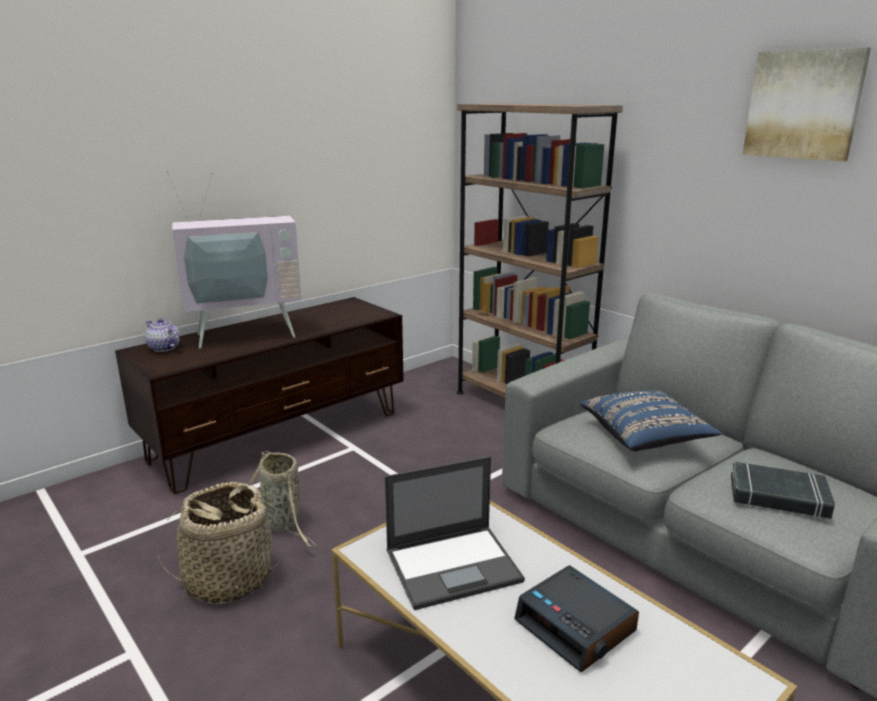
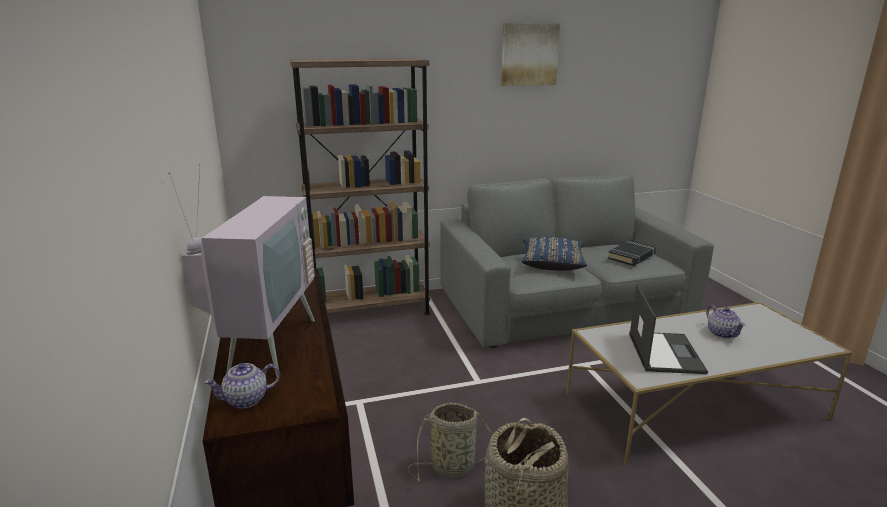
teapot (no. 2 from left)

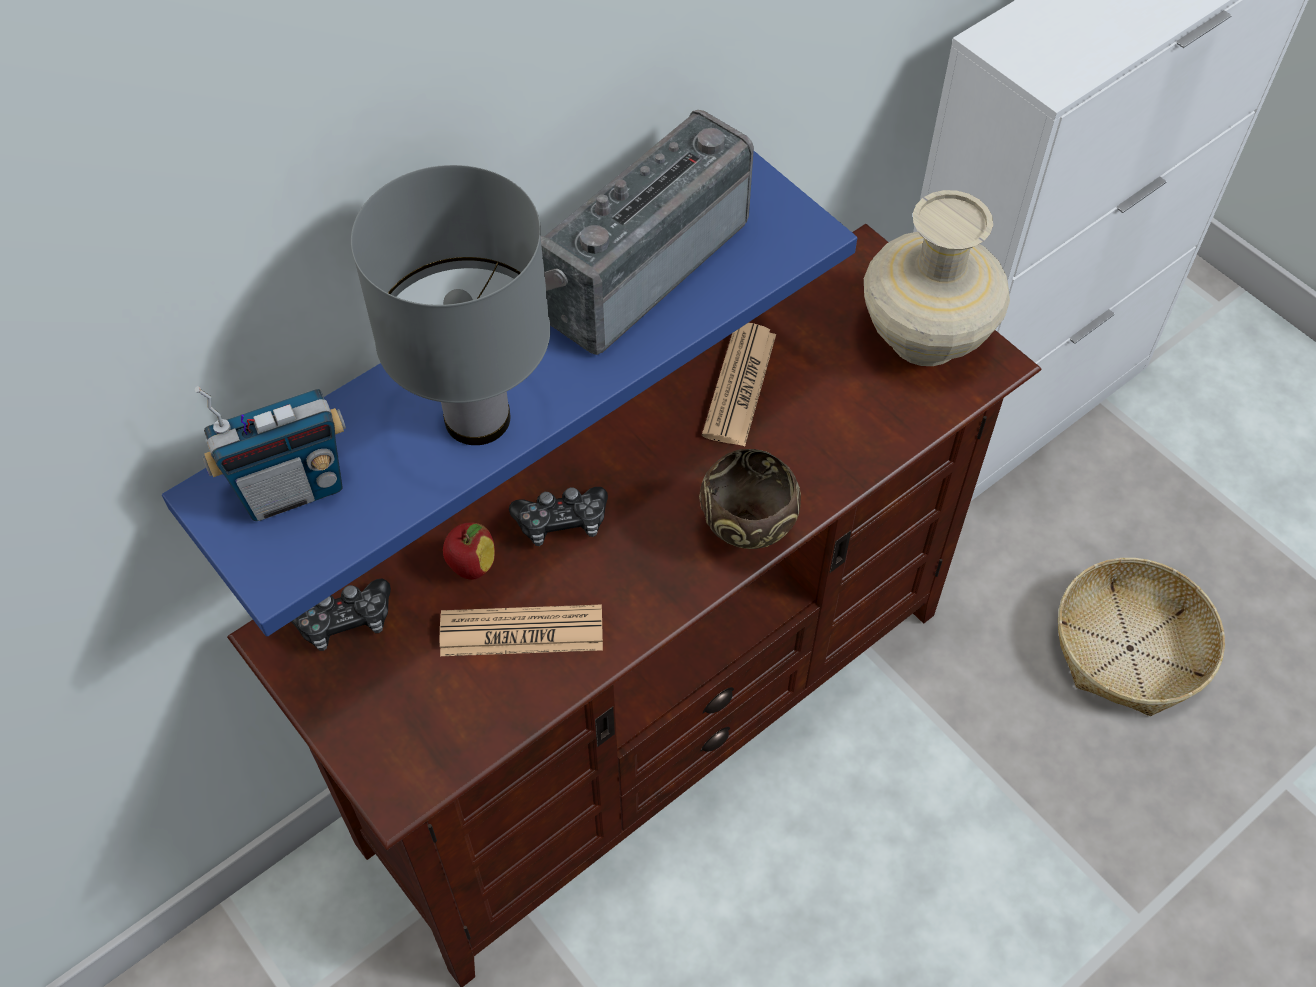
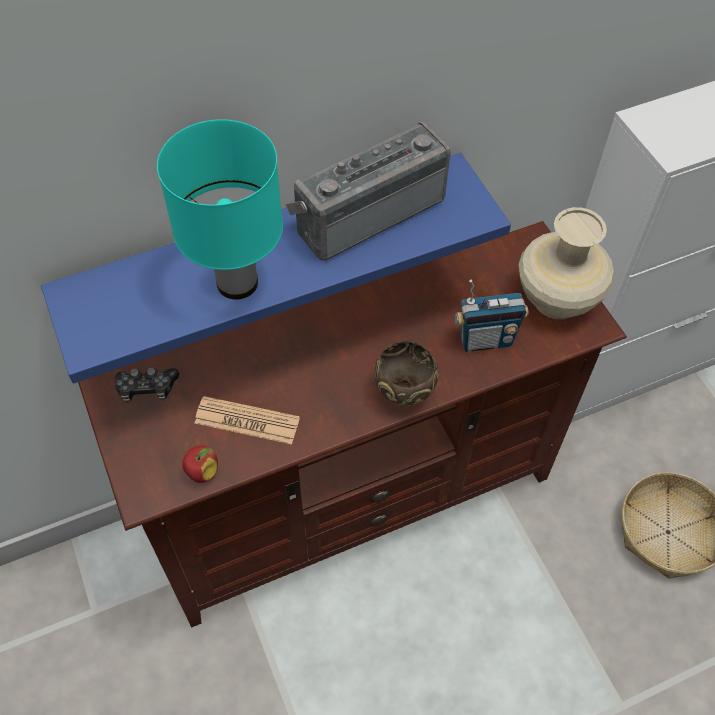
table lamp/turquoise; newspaper (no. 2 from left in the first image); radio (no. 2 from left); game controller (no. 2 from left in the first image); apple

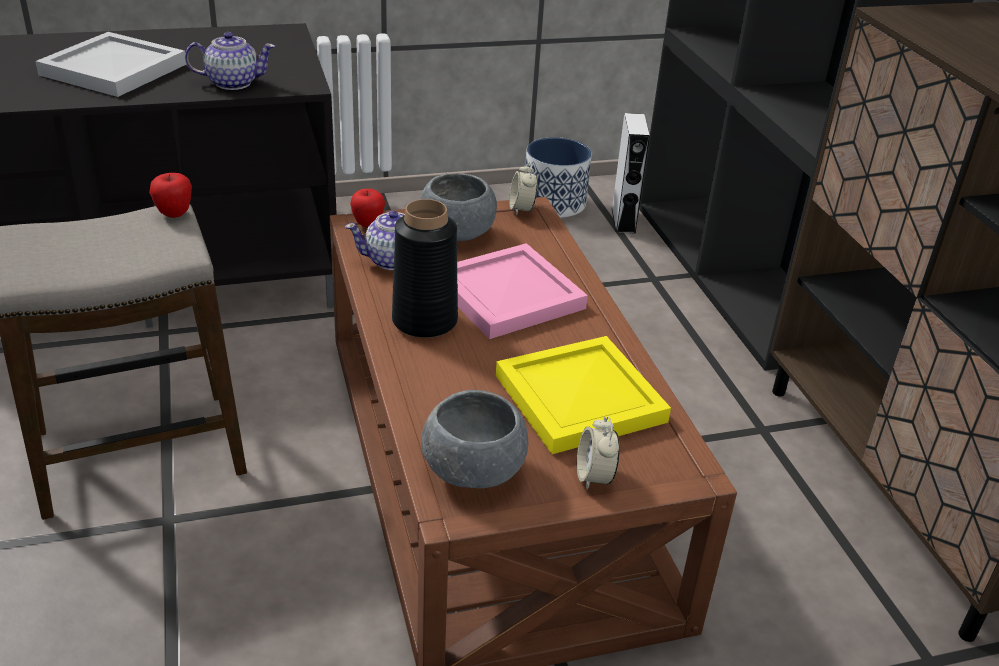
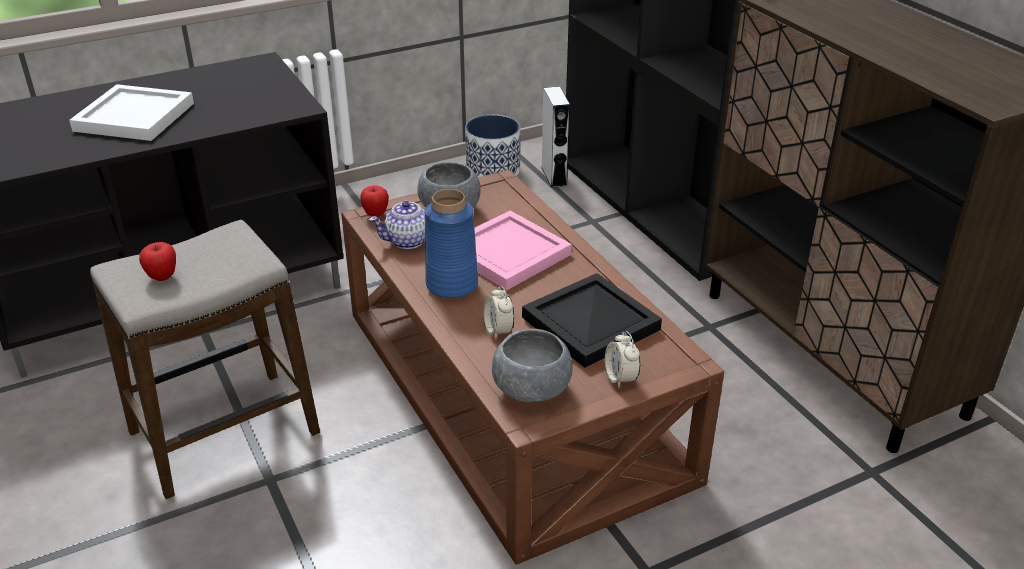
teapot (no. 1 from left in the first image); alarm clock (no. 1 from left); apple (no. 1 from left); vase/blue; tray/black

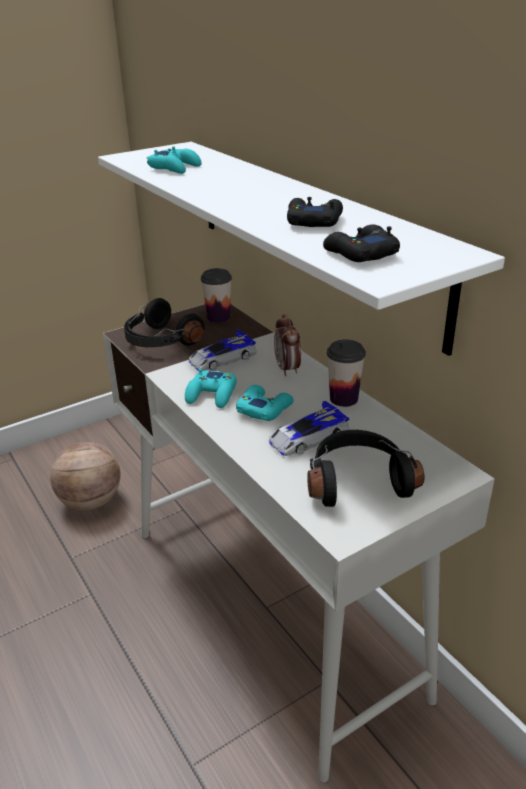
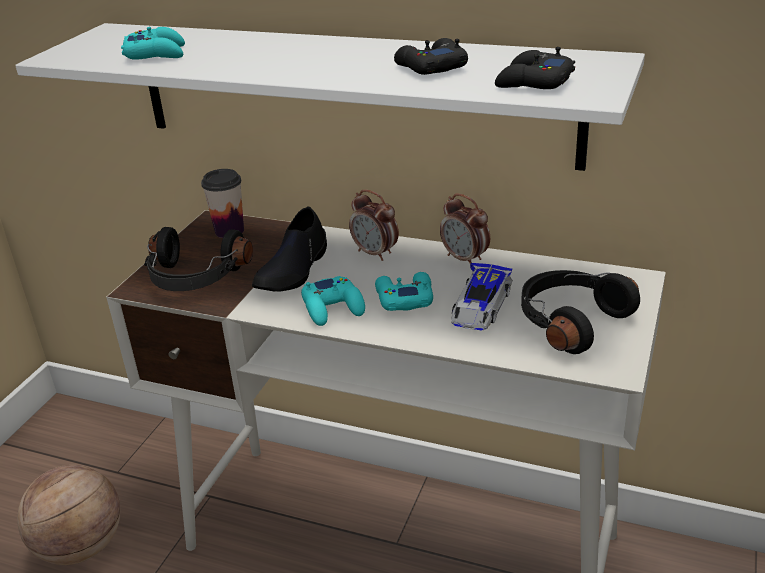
shoe/black; alarm clock (no. 2 from left)

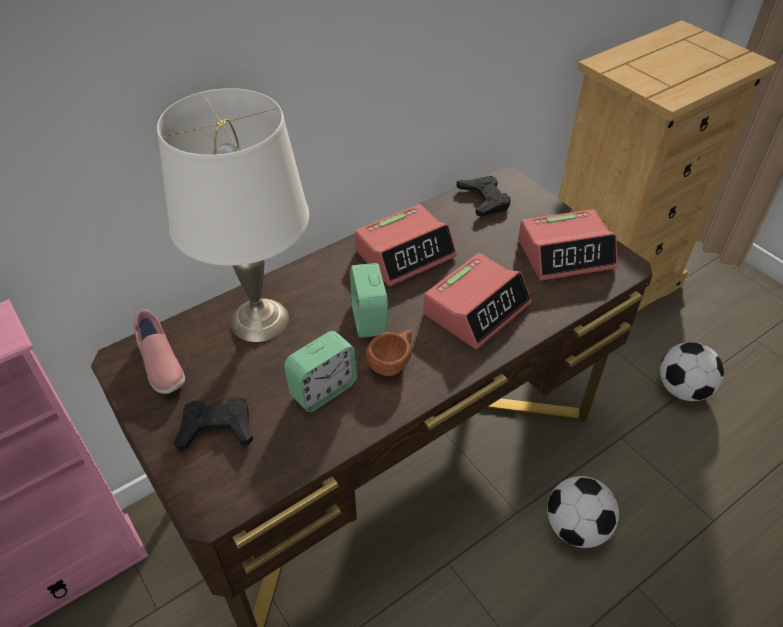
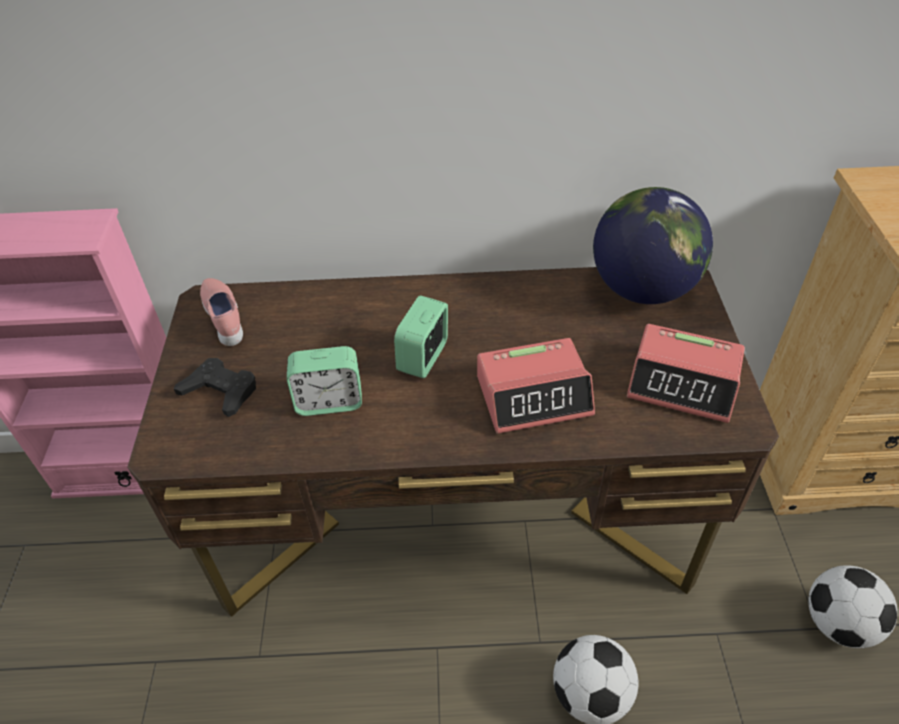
table lamp/white; globe; alarm clock (no. 3 from left in the first image); shoe/pink; cup/brown

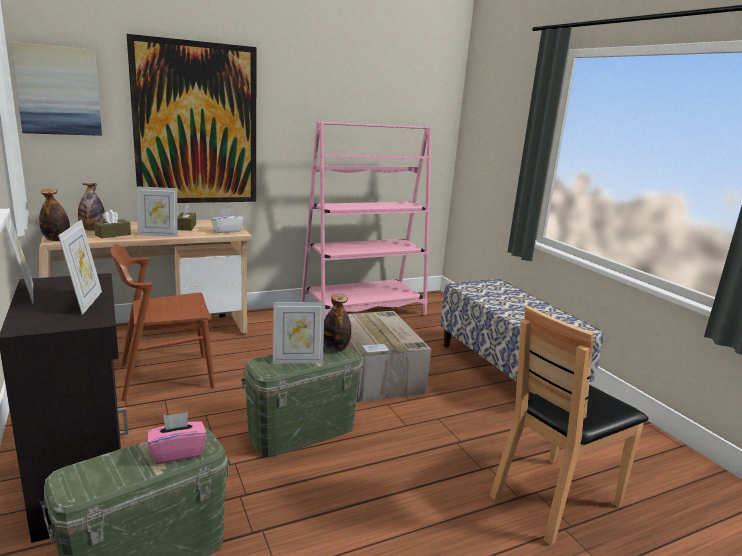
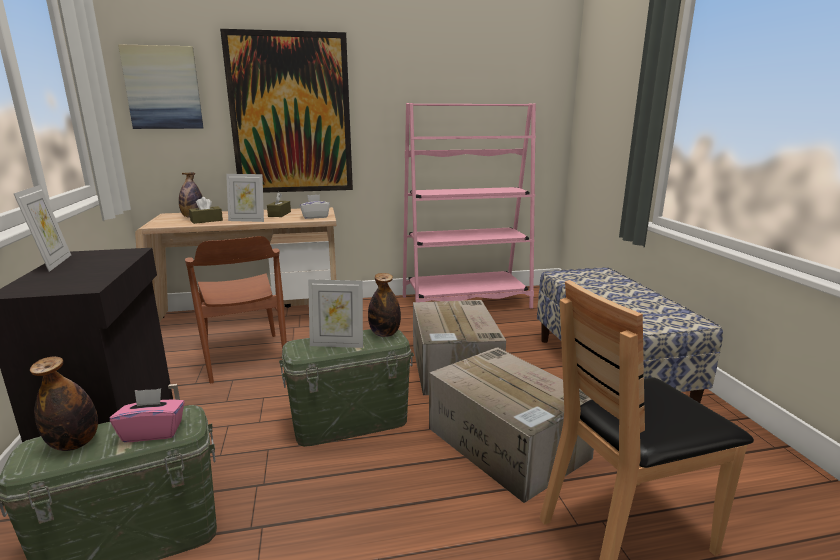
bottle (no. 1 from left); picture frame (no. 2 from left in the first image); chair/brown (no. 1 from left); cardboard box (no. 2 from left)

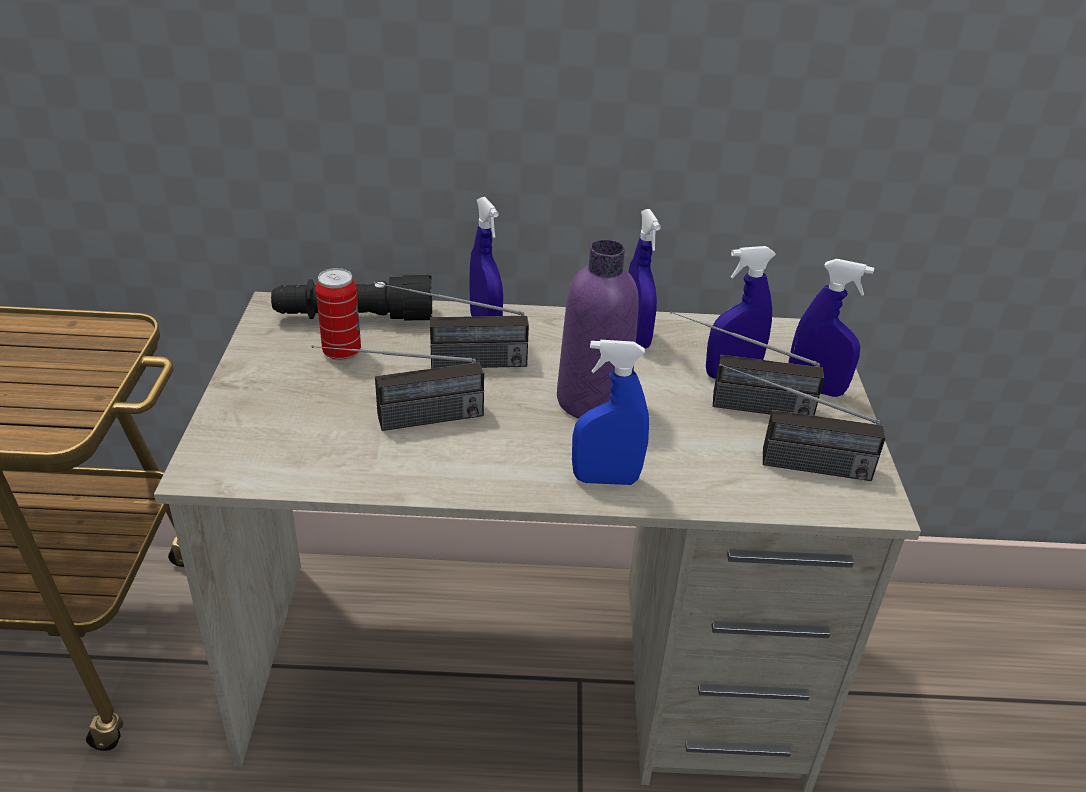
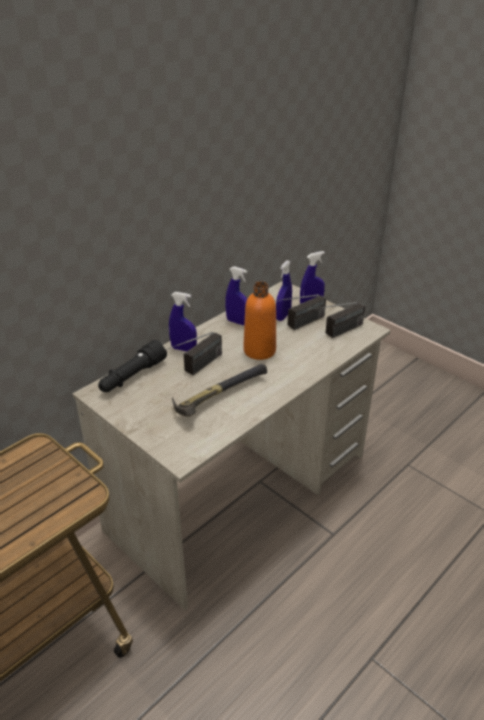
bottle/orange; can; spray bottle/blue (no. 2 from left in the first image); hammer

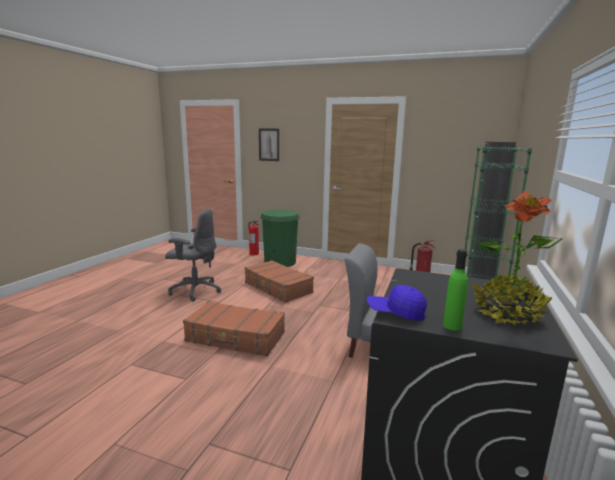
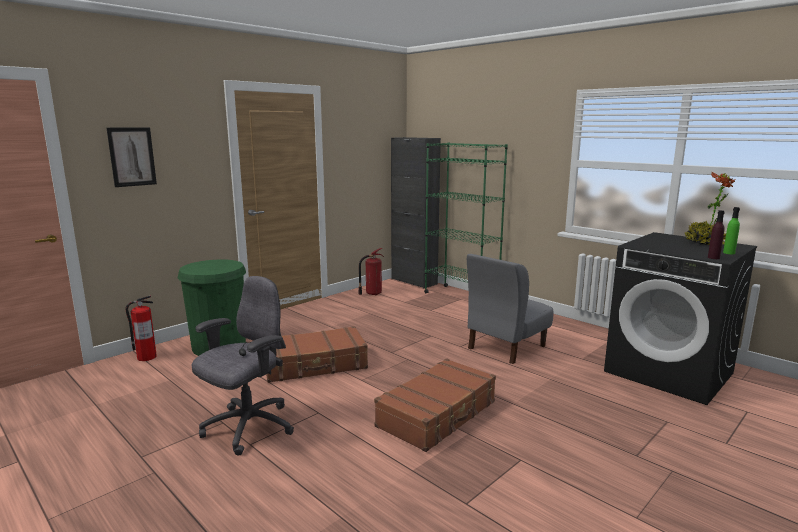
bottle/purple

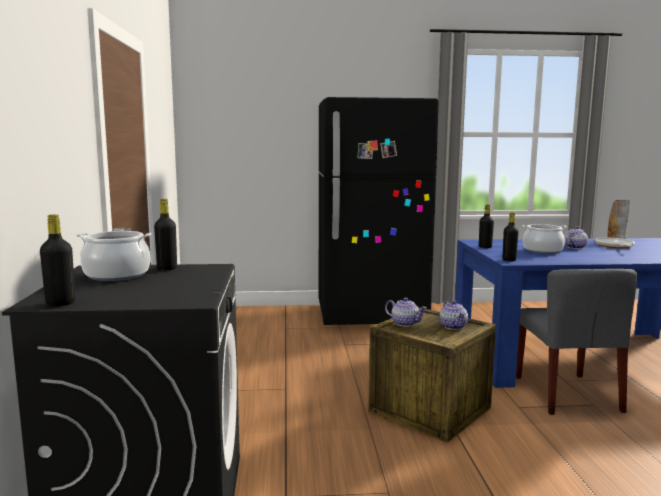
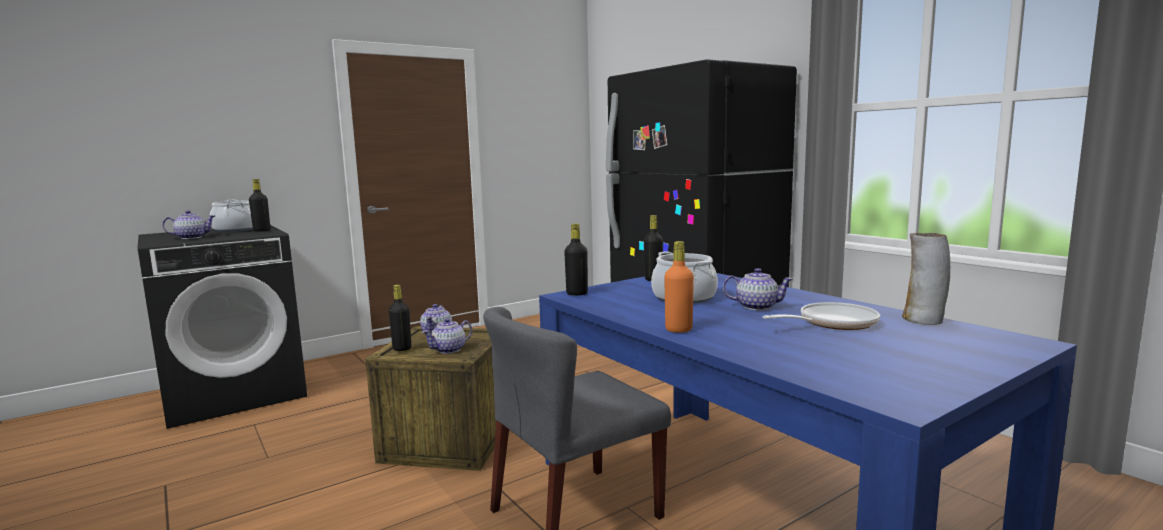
bottle/black (no. 2 from left); teapot (no. 1 from left); bottle/orange

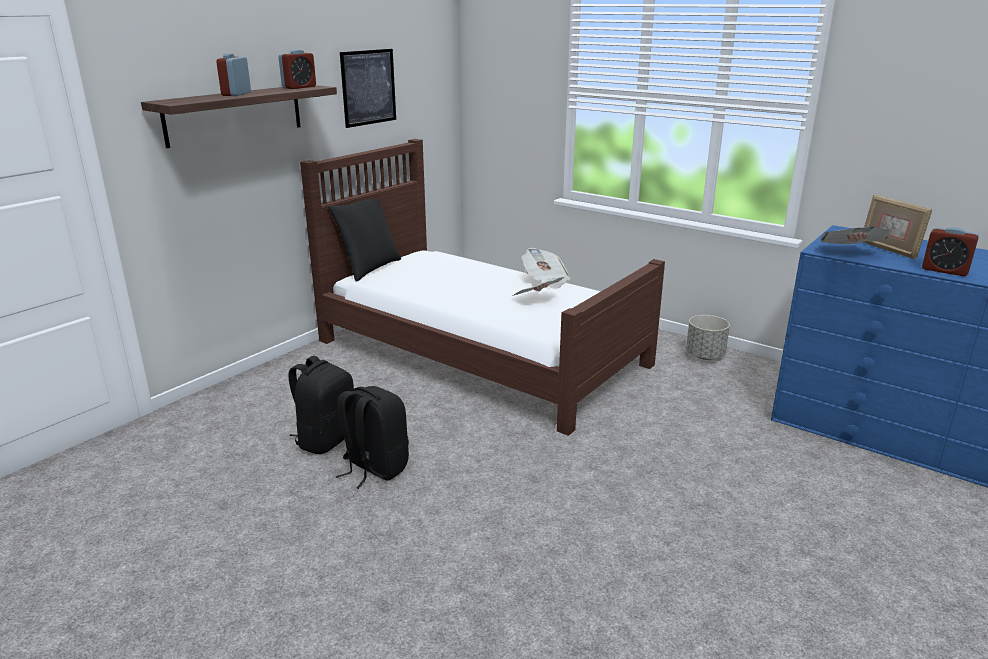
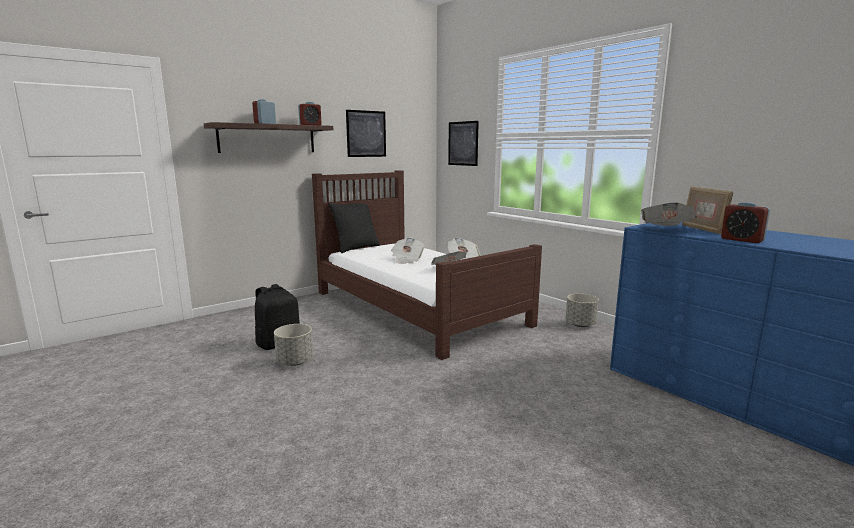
planter/grey (no. 1 from left); picture (no. 2 from left); newspaper (no. 1 from left)

